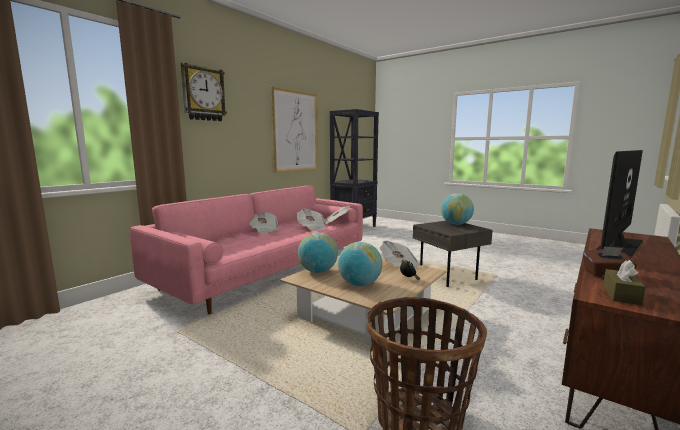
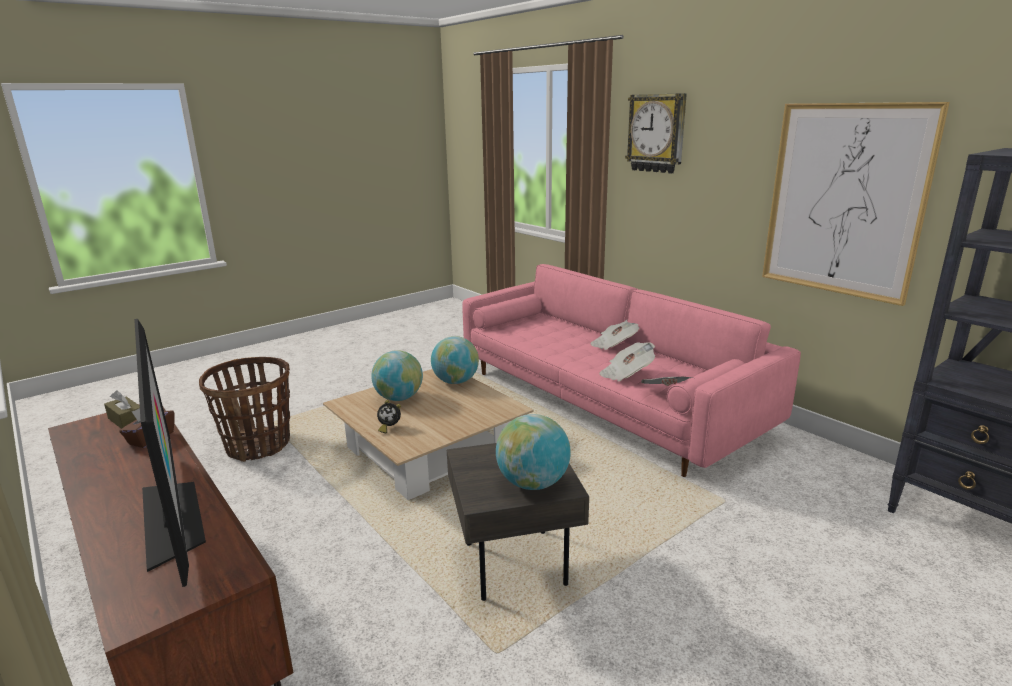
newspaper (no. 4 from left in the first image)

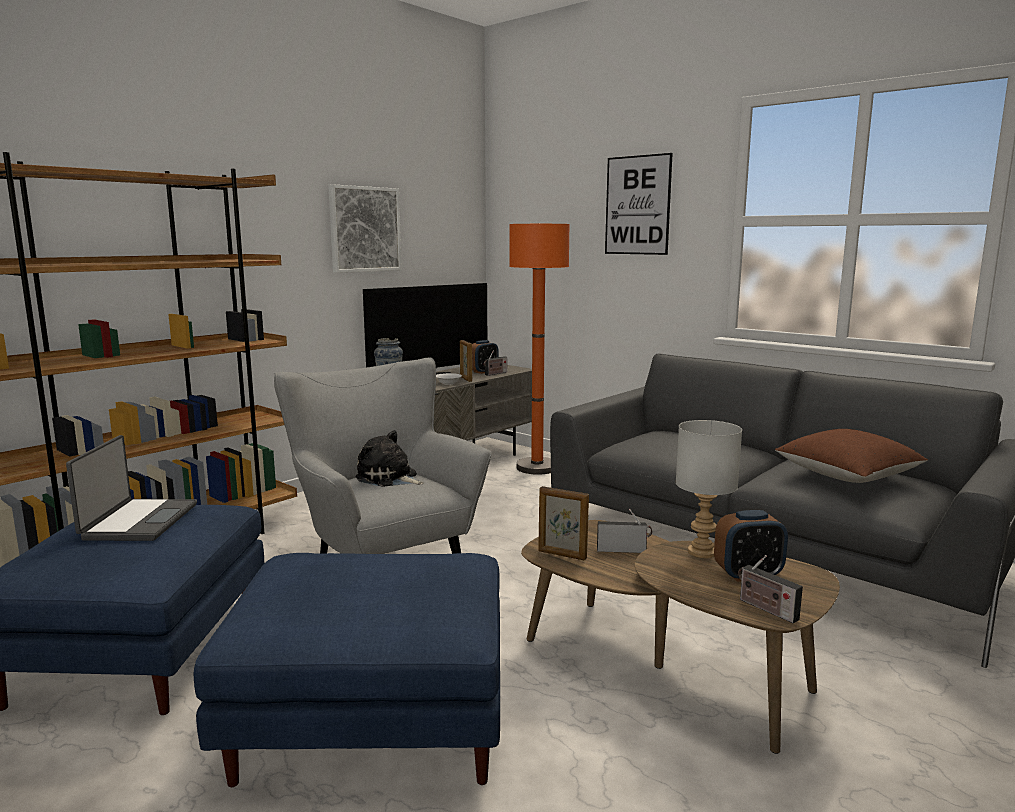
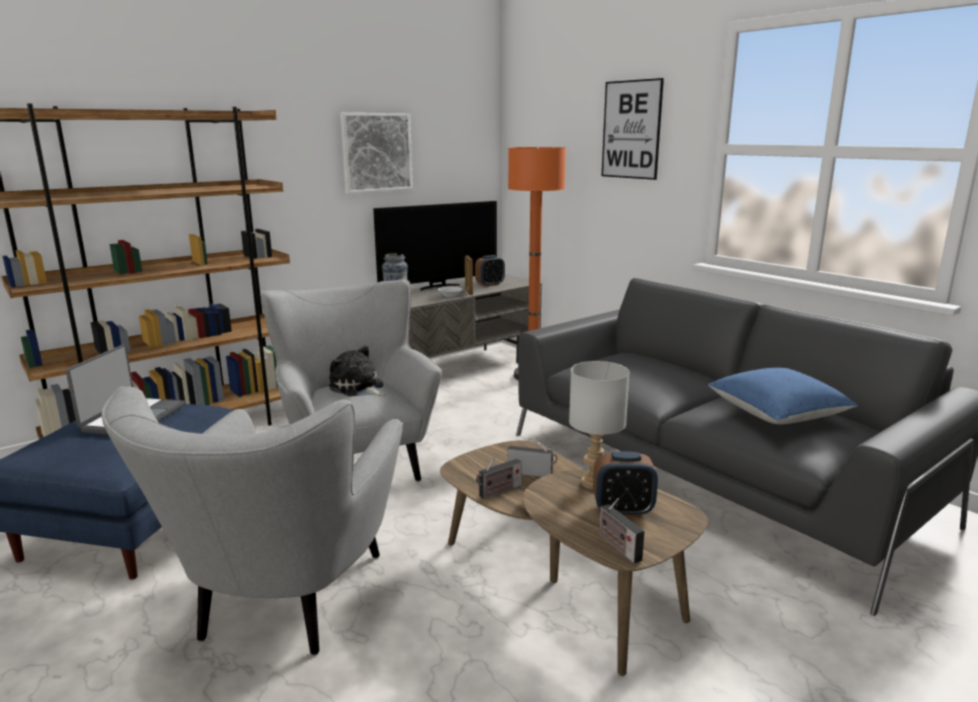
radio (no. 1 from left); pillow/blue; picture frame (no. 2 from left in the first image); armchair/grey (no. 1 from left)

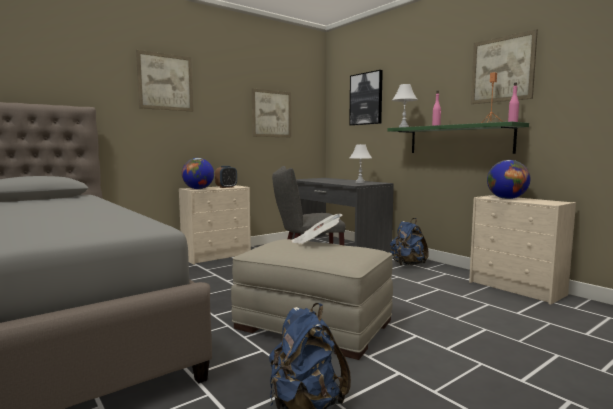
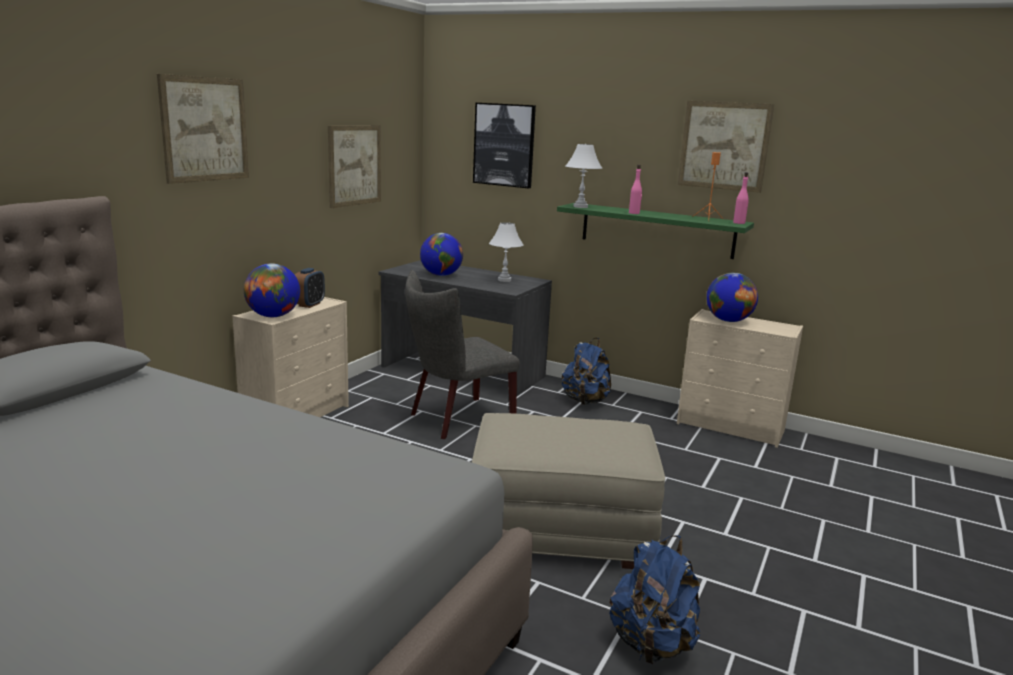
newspaper; globe (no. 2 from left)

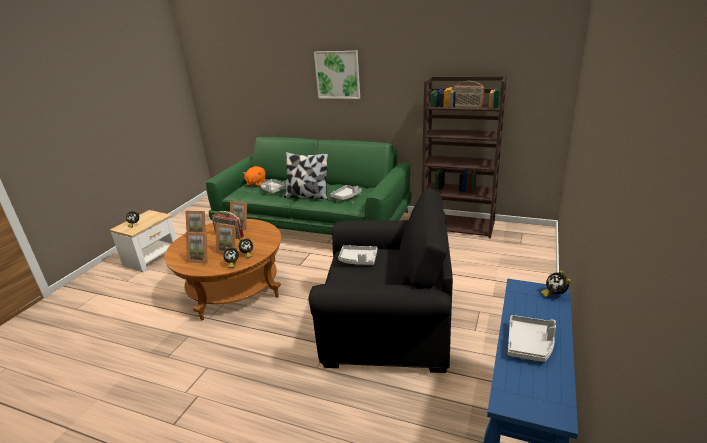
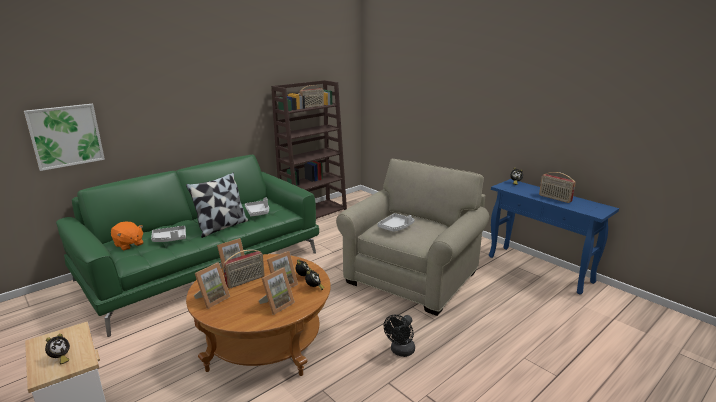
picture; armchair/beige; radio (no. 3 from left); fan/black

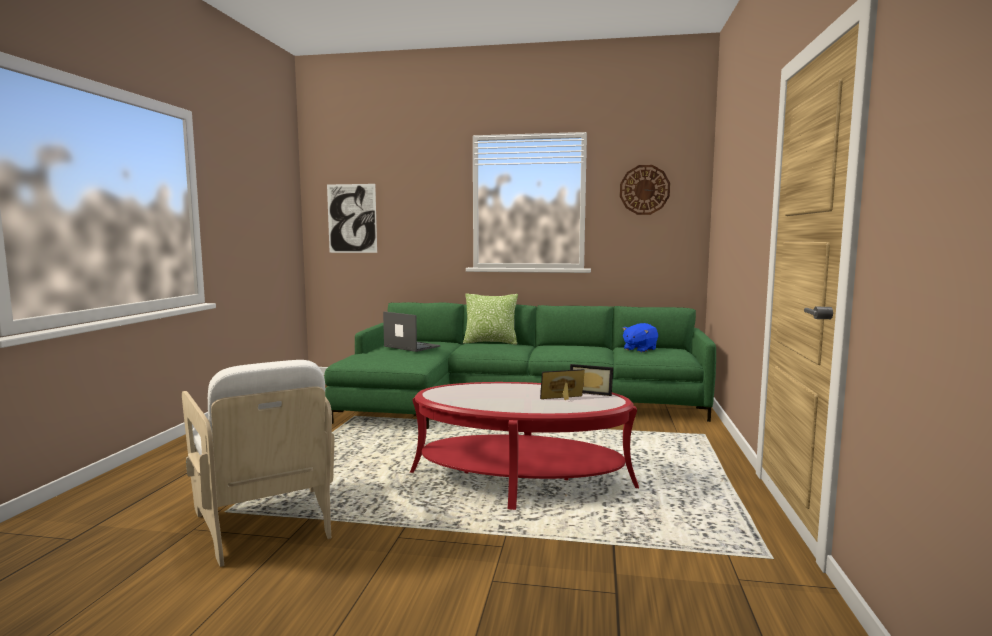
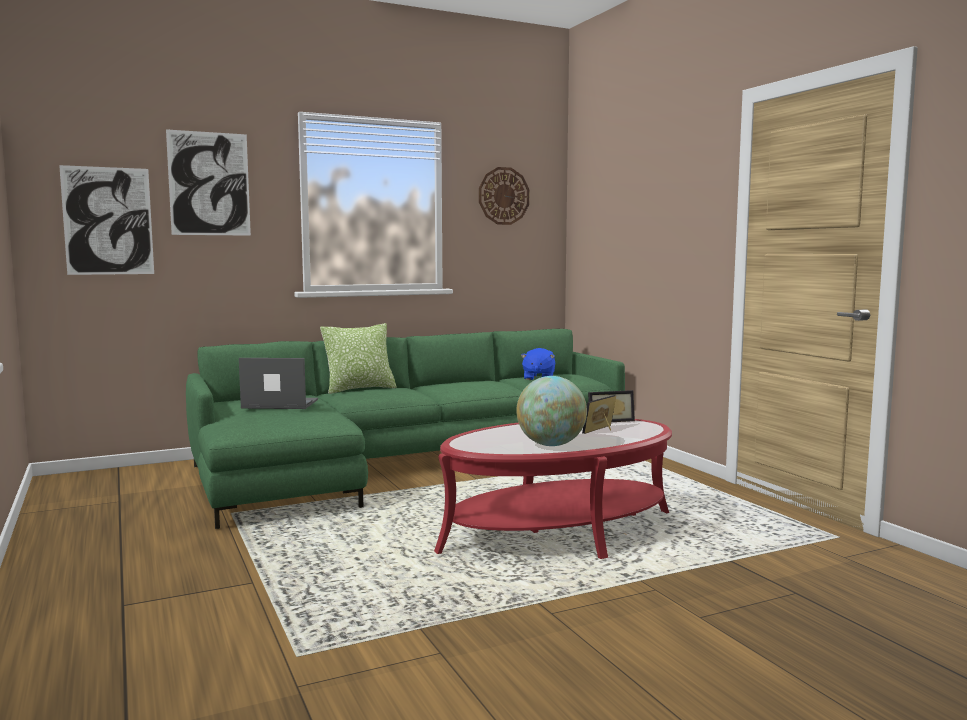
armchair/white; picture (no. 2 from left); globe

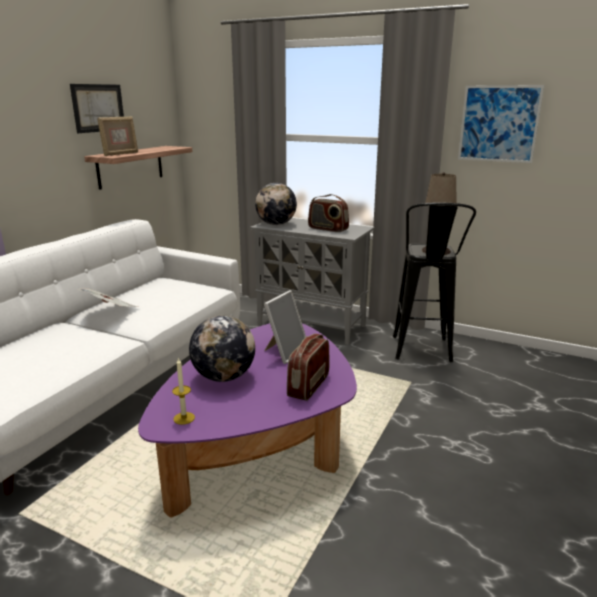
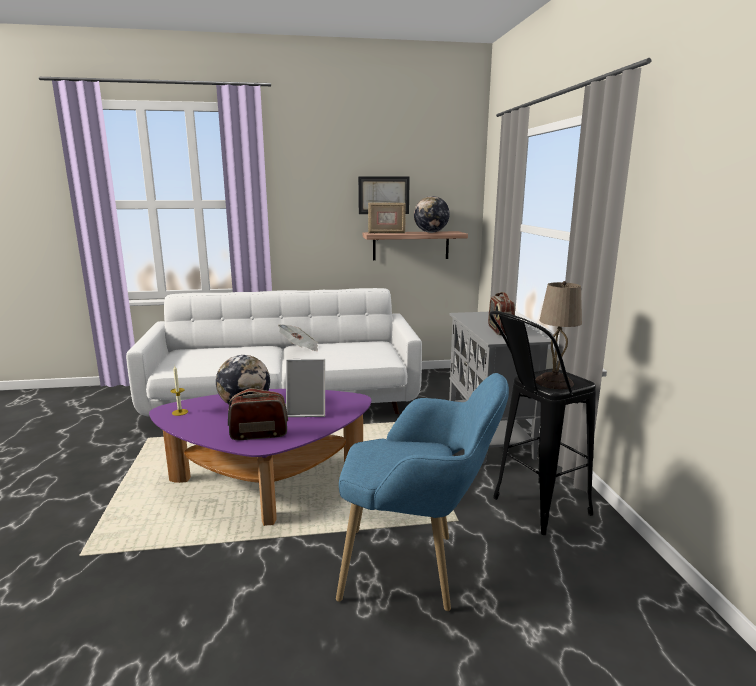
picture (no. 2 from left in the first image); globe (no. 2 from left); armchair/blue

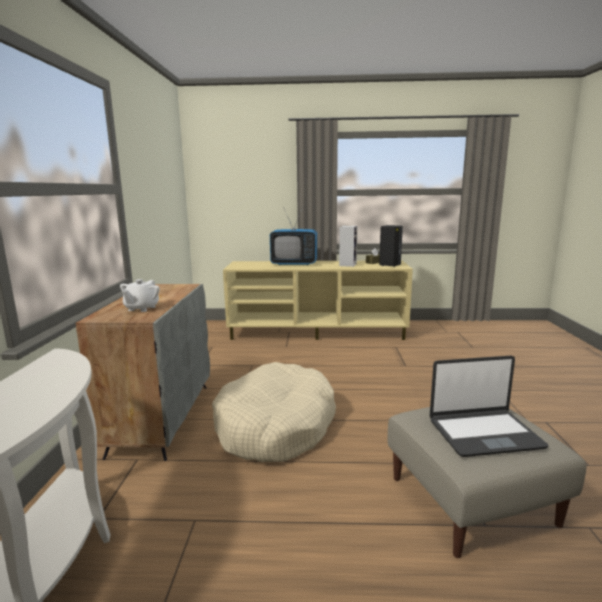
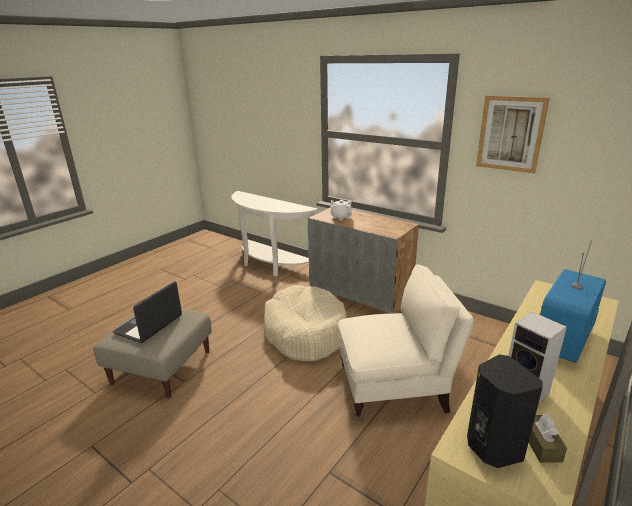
picture; armchair/beige

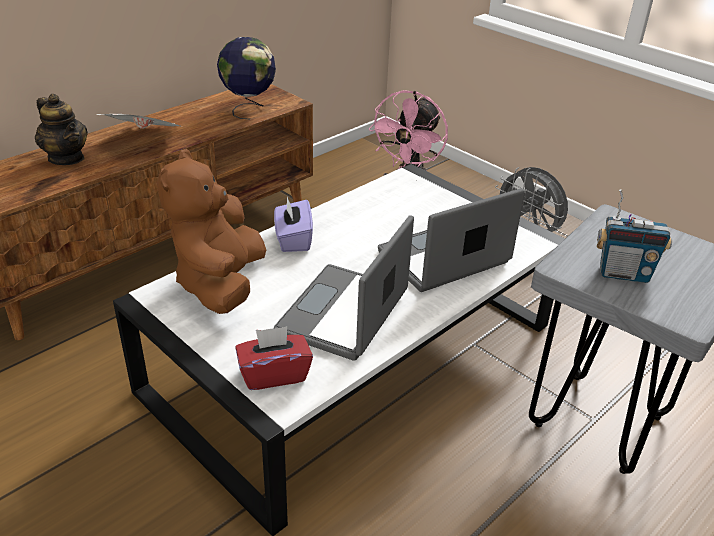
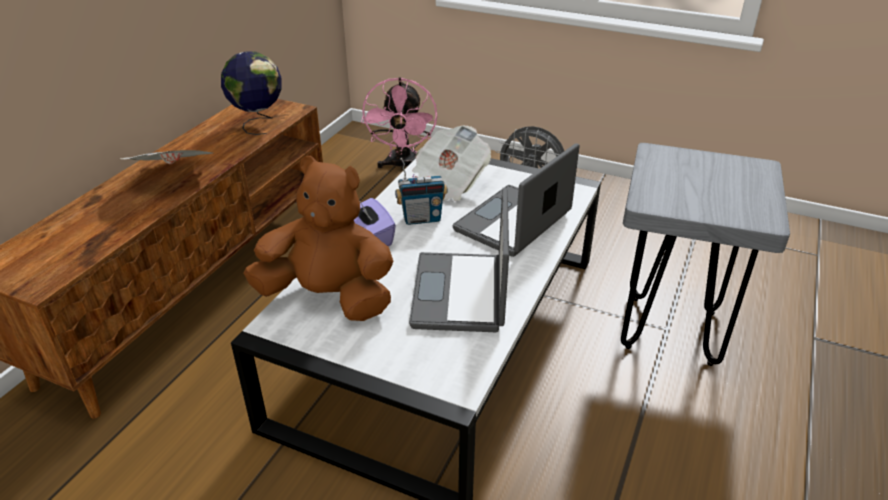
teapot; plush toy/brown; radio; tissue box/red; newspaper (no. 2 from left)

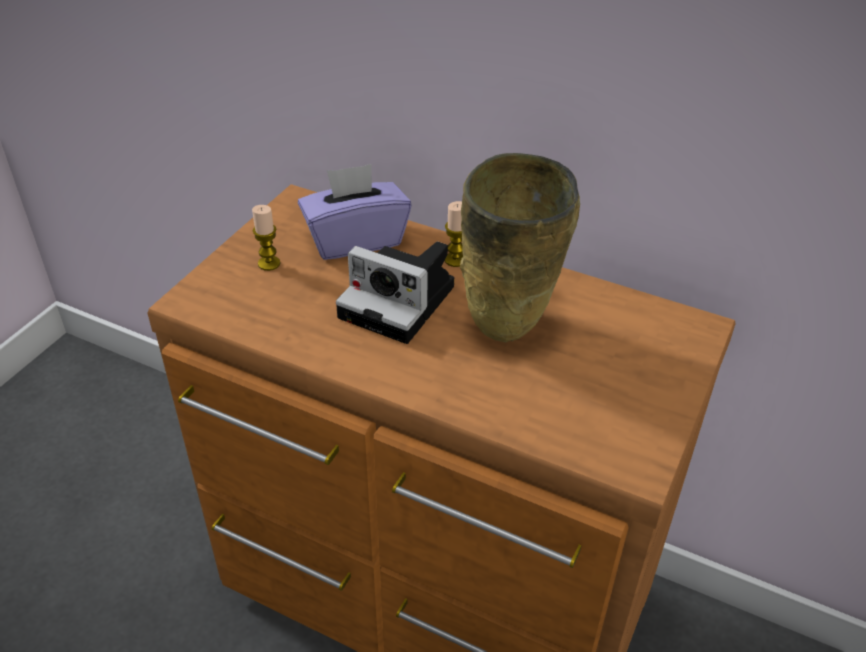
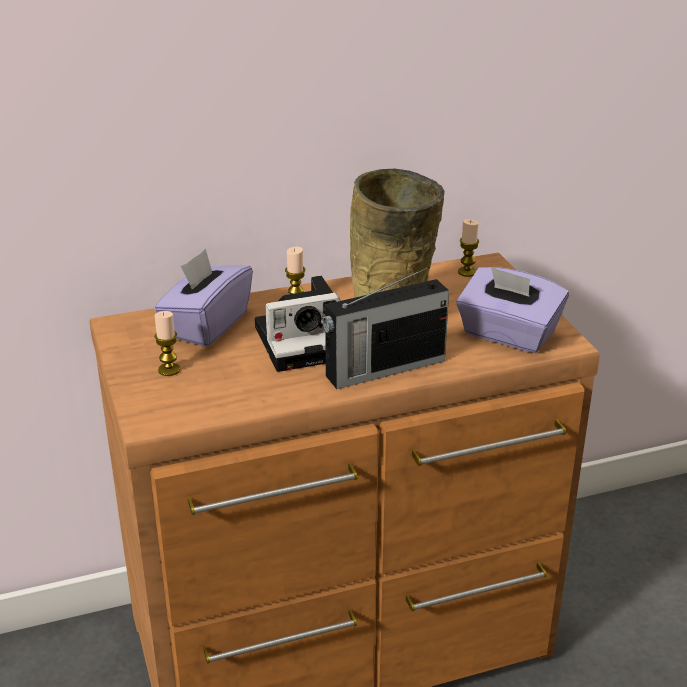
candle (no. 3 from left); radio; tissue box/purple (no. 2 from left)

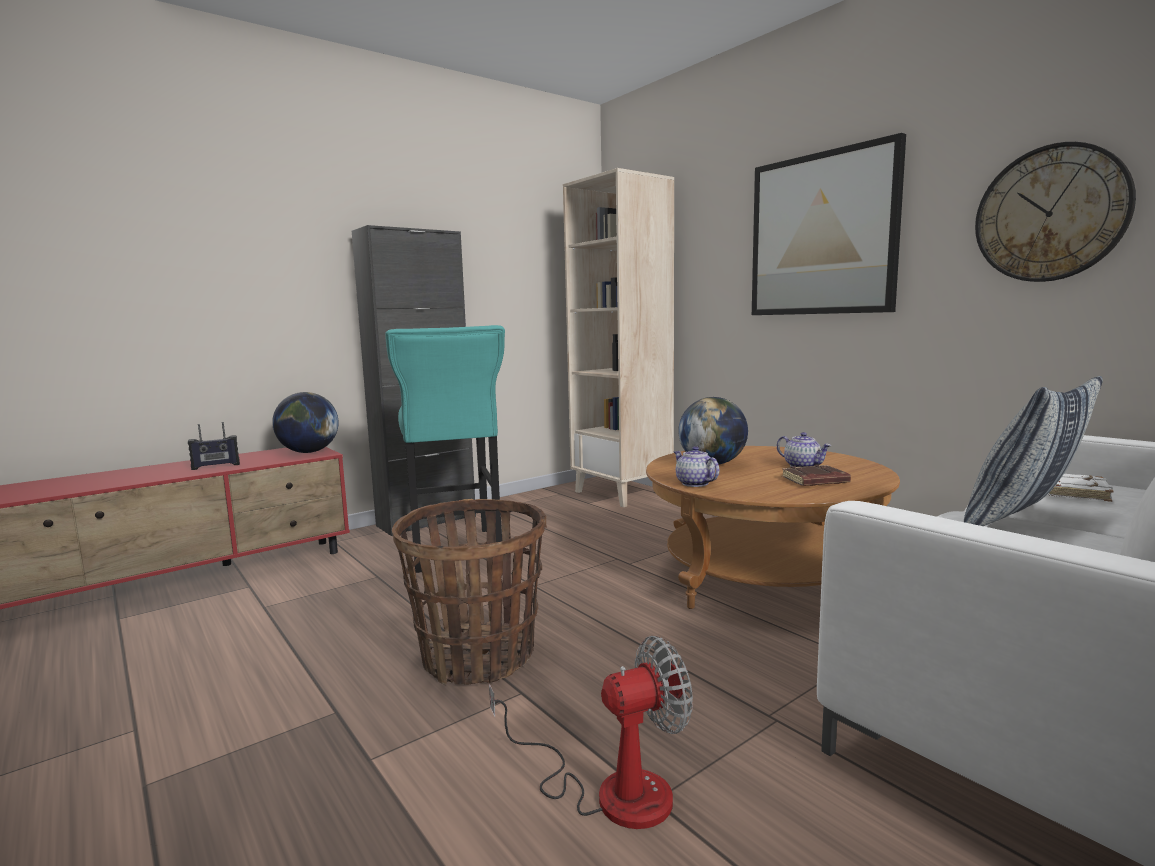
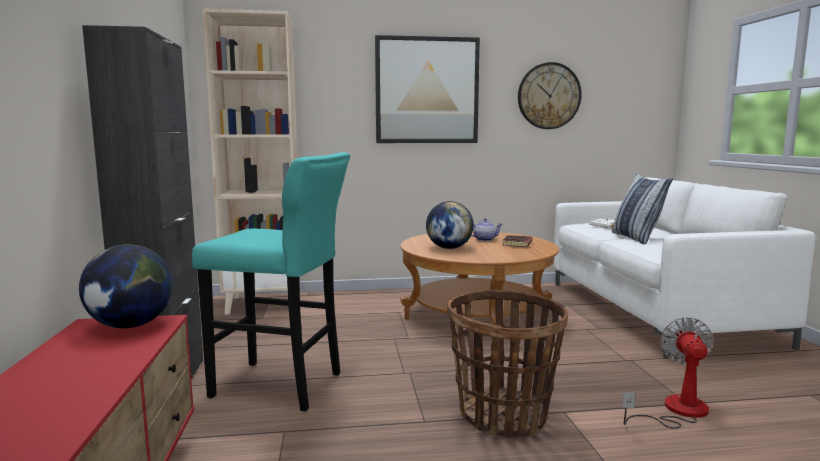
radio; teapot (no. 1 from left in the first image)

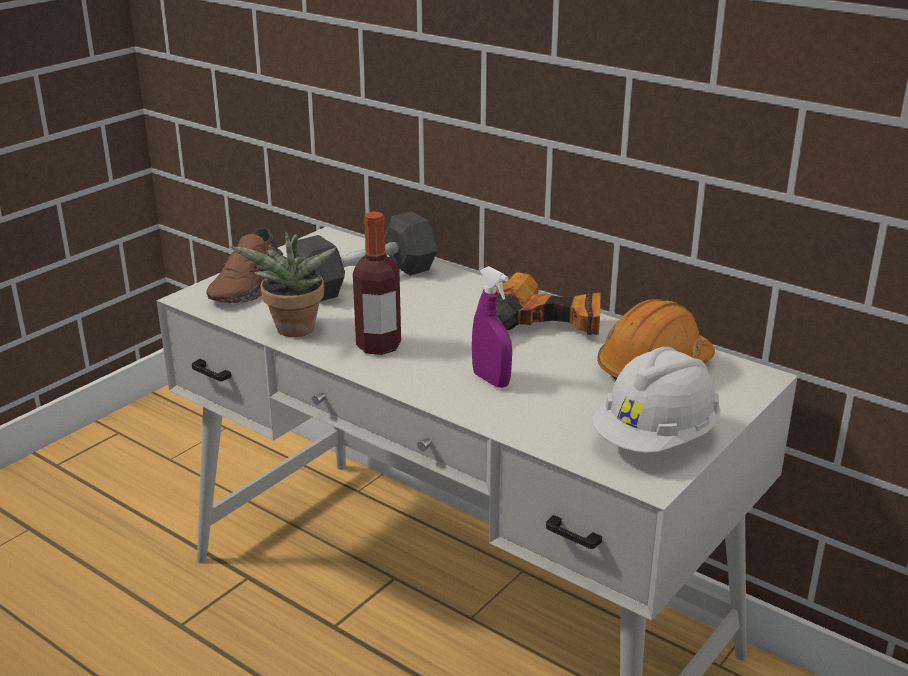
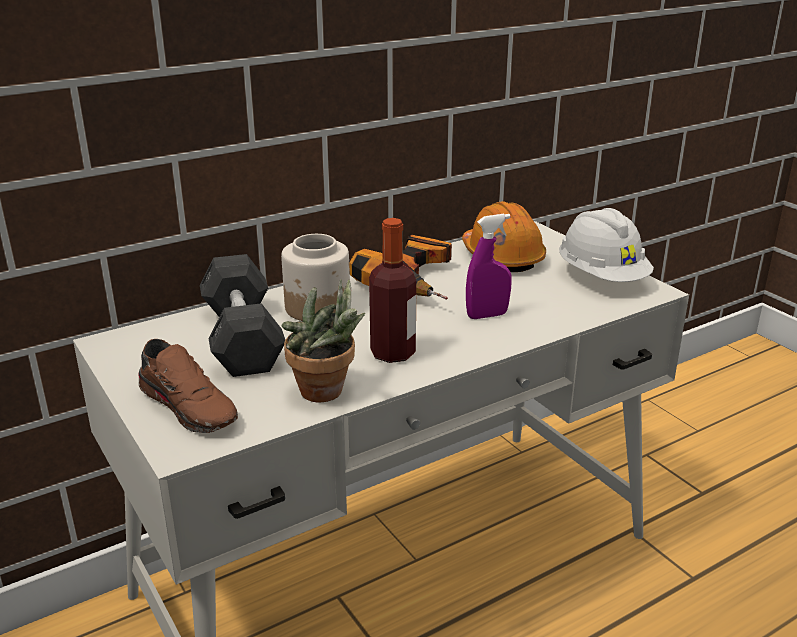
jar

